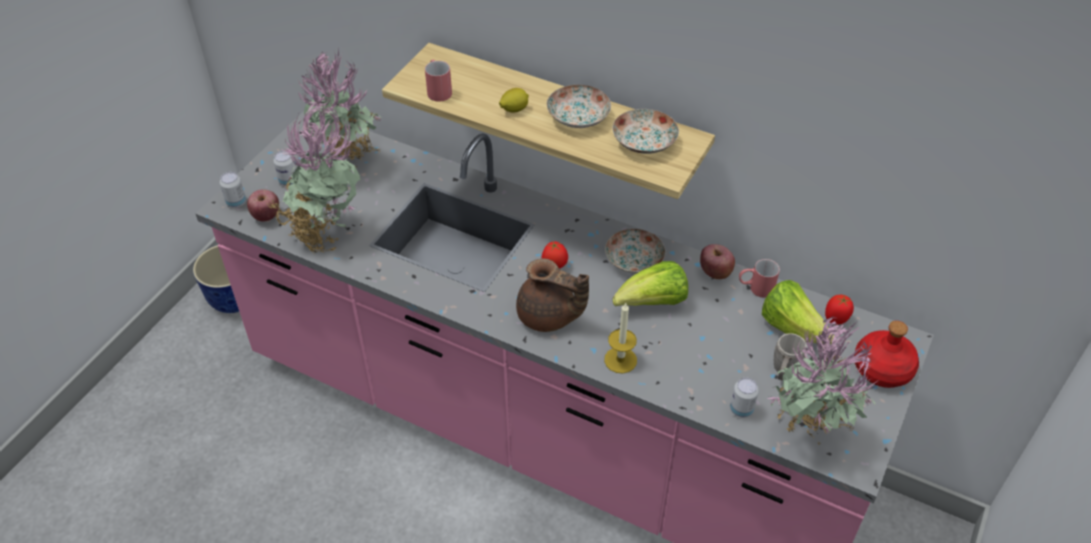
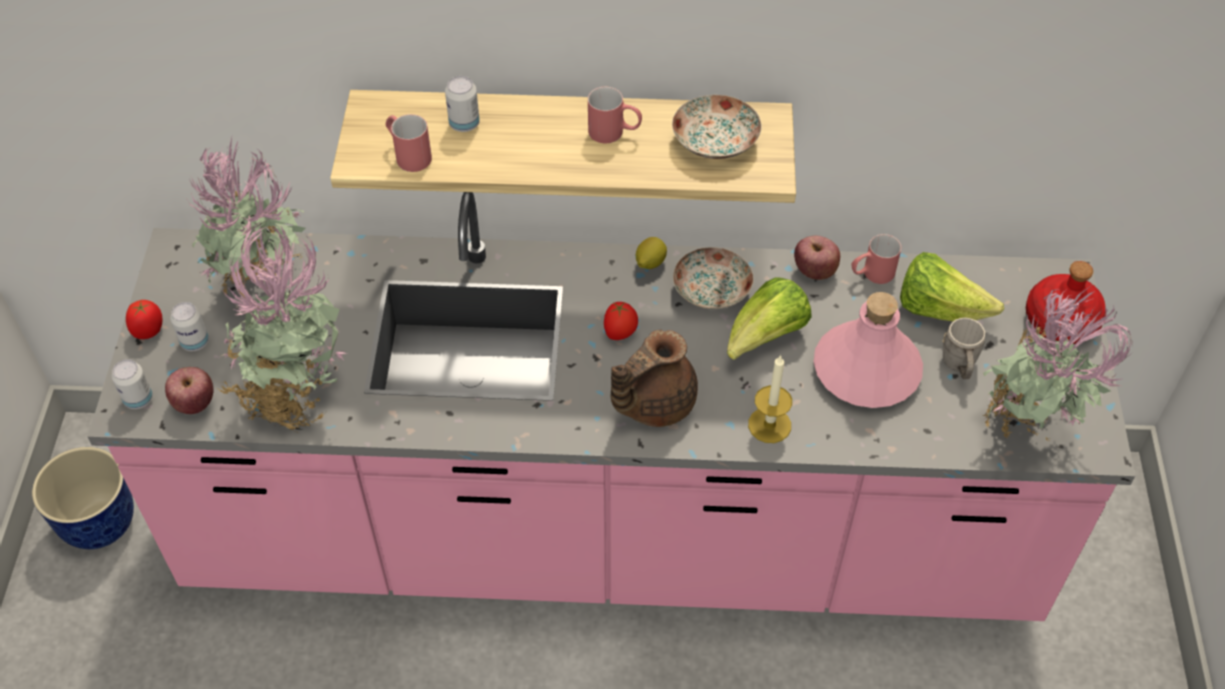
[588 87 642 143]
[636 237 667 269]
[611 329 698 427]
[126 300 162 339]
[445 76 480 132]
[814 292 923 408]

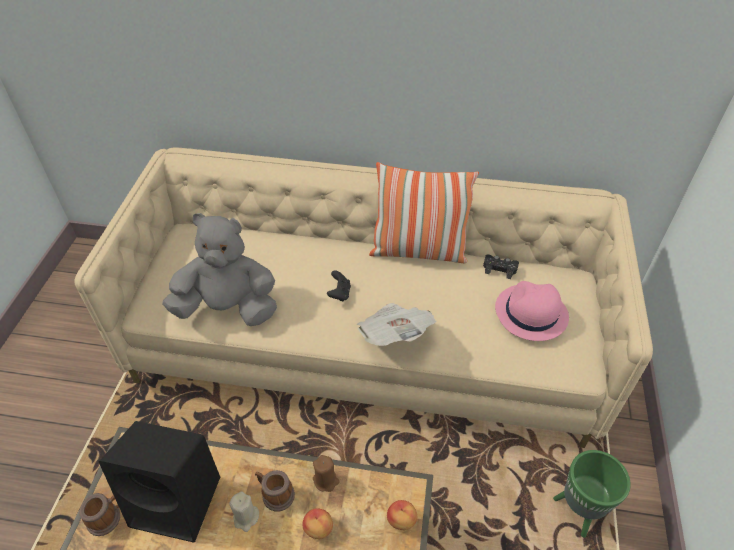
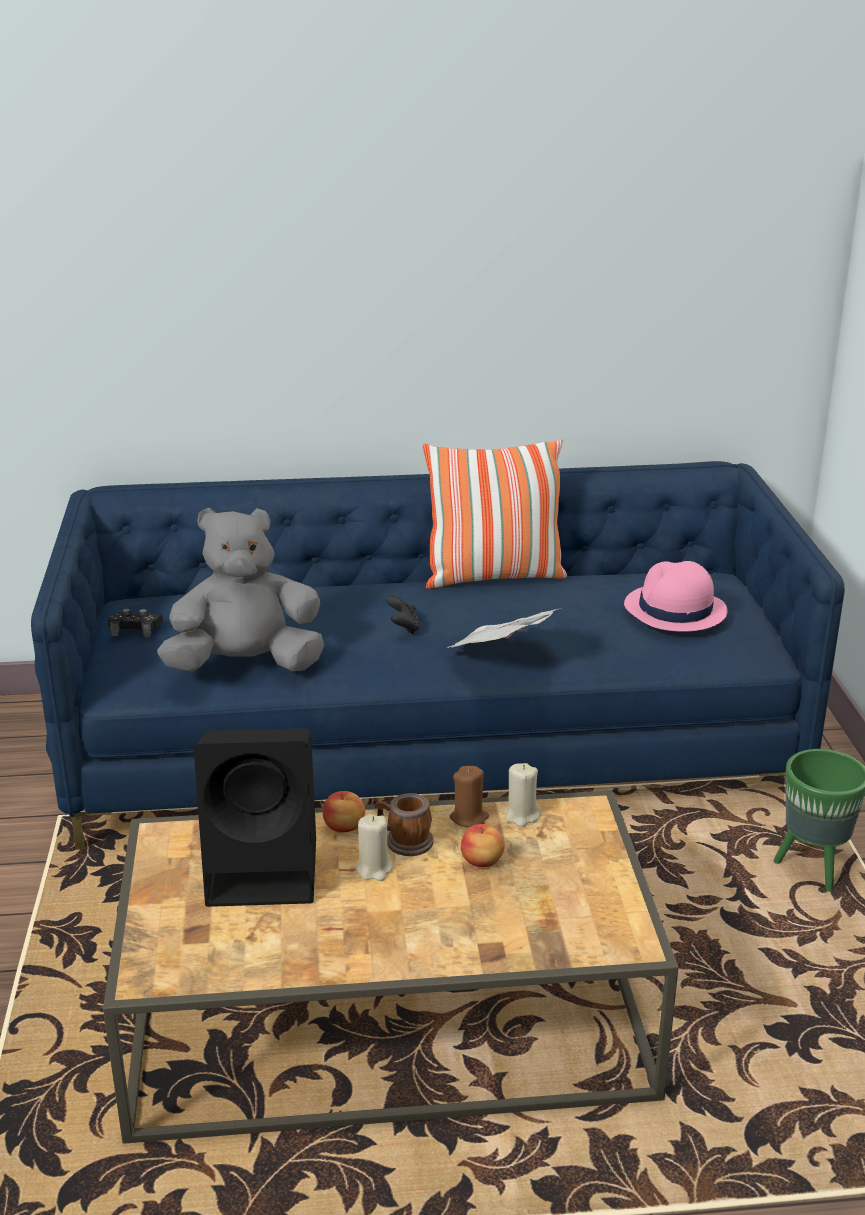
[31 461 845 850]
[108 609 163 637]
[79 493 120 536] (first image)
[323 791 365 832]
[505 763 541 827]

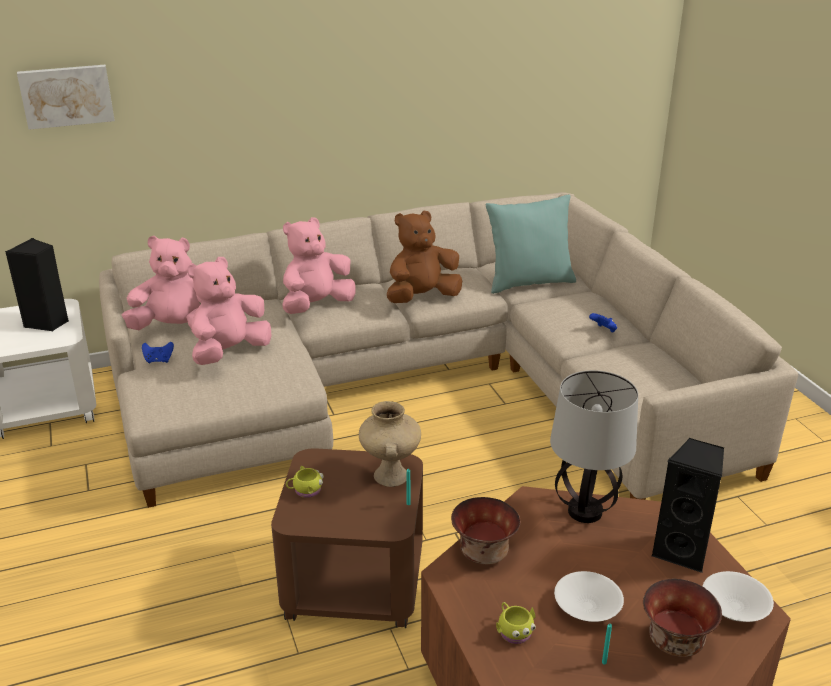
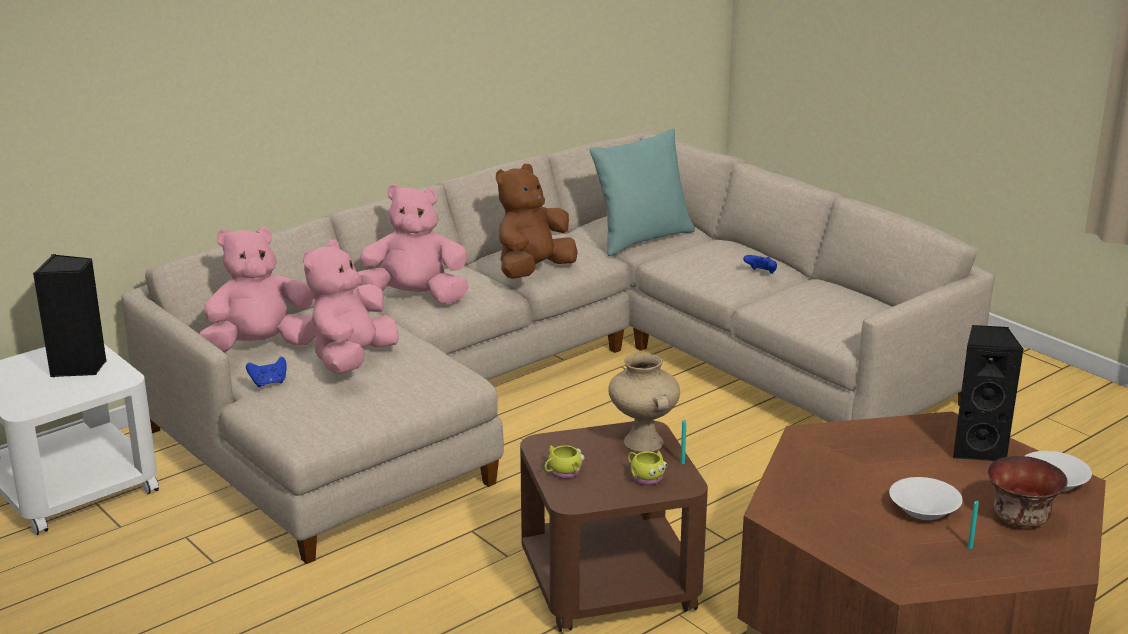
[17 65 115 130] (first image)
[358 184 468 303]
[550 370 638 523] (first image)
[451 497 520 564] (first image)
[628 450 667 485]

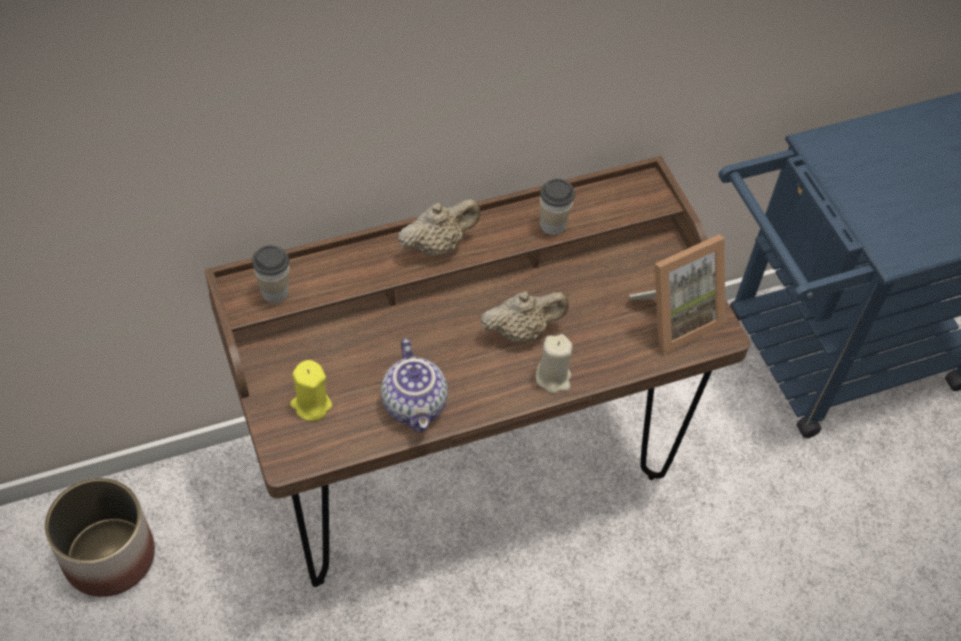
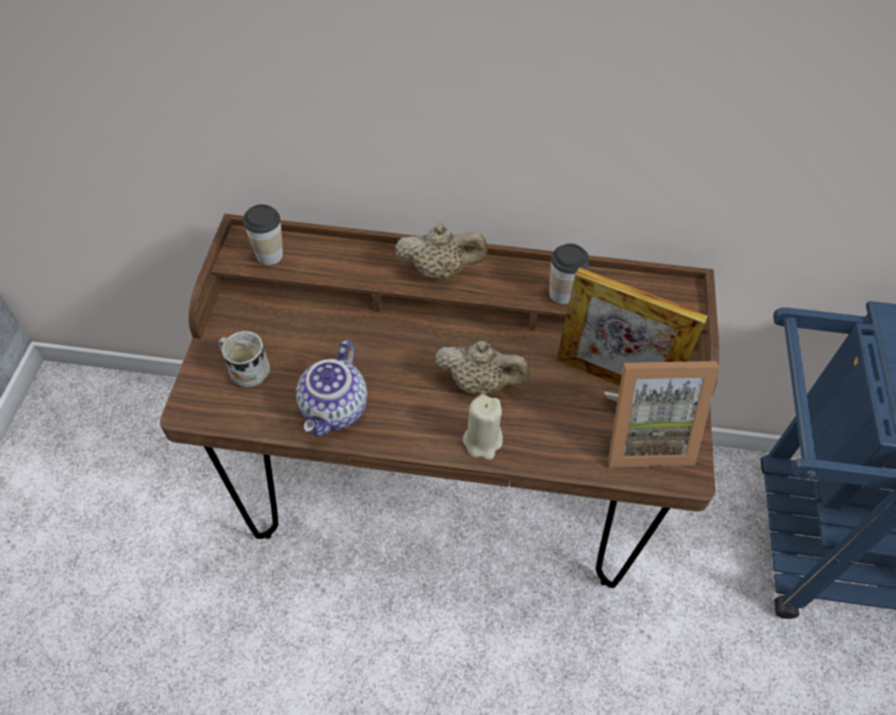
[219 331 270 387]
[45 478 155 597] (first image)
[556 267 708 386]

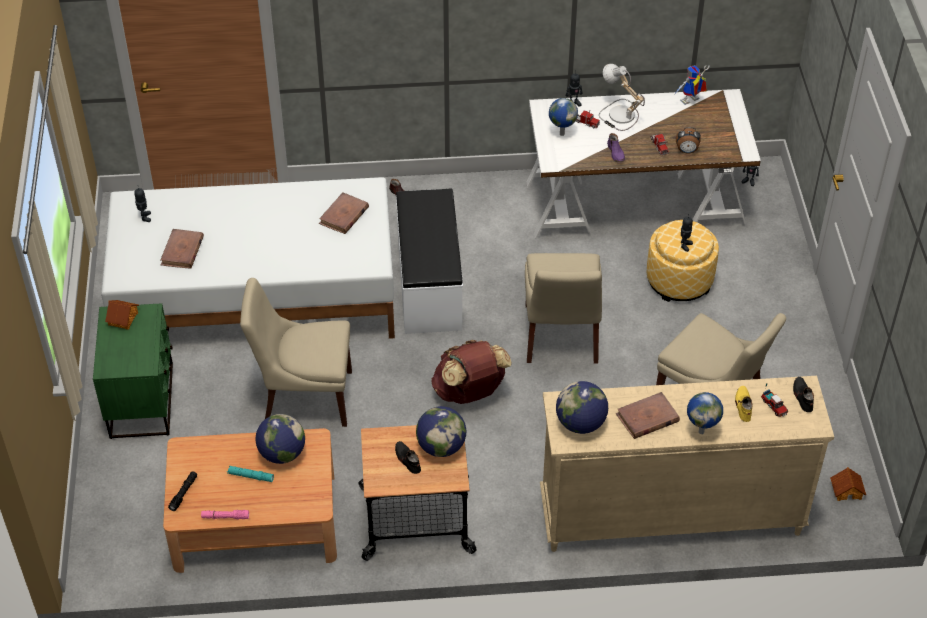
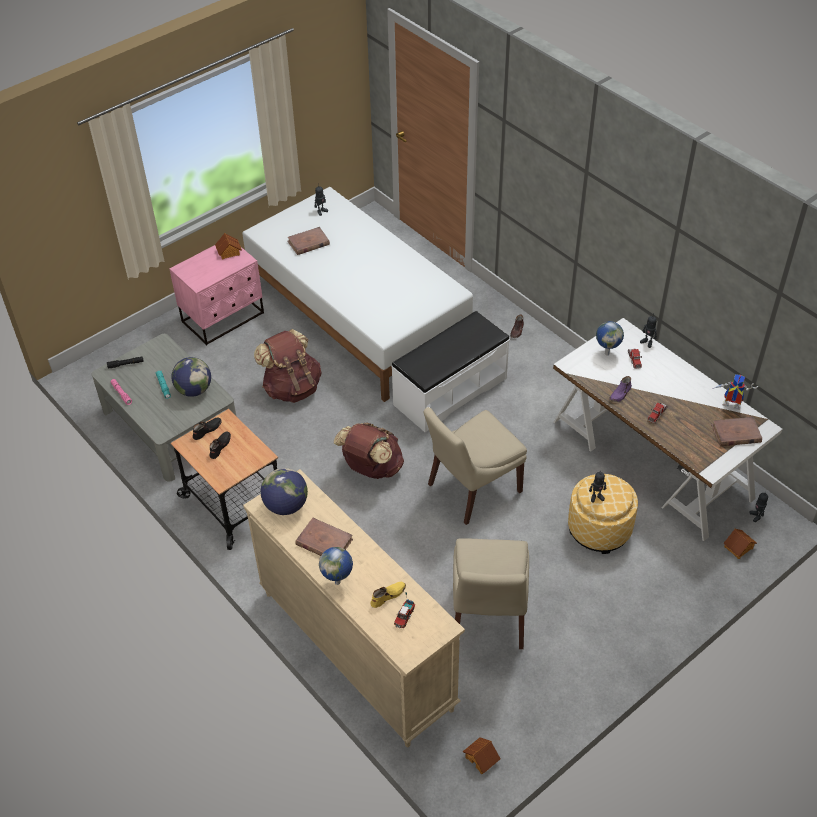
[599 64 645 131] (first image)
[676 127 701 154] (first image)
[711 417 762 447]
[254 329 321 403]
[170 245 264 345]
[193 417 222 440]
[416 406 466 457] (first image)
[92 334 236 482]
[723 529 757 559]

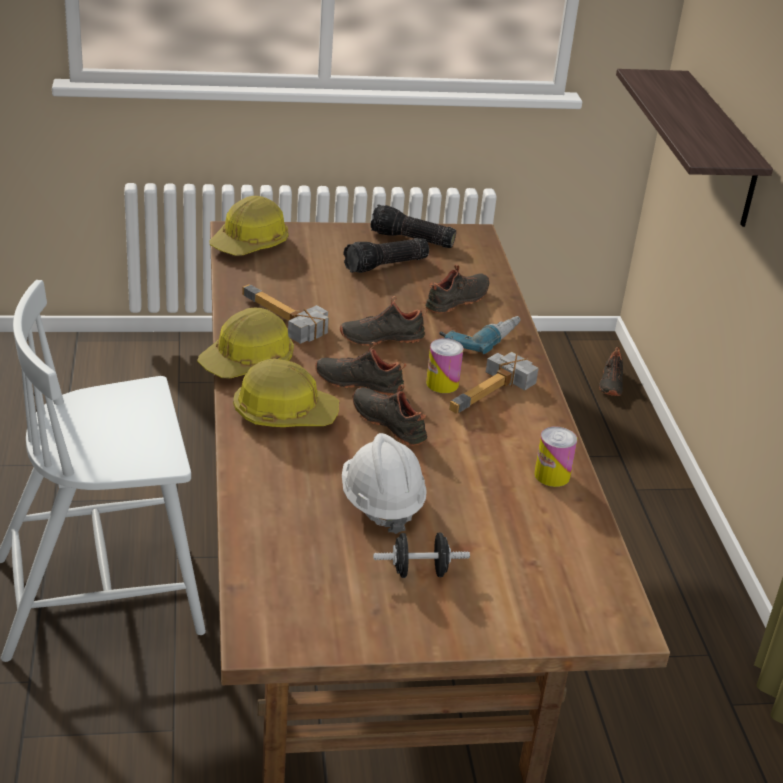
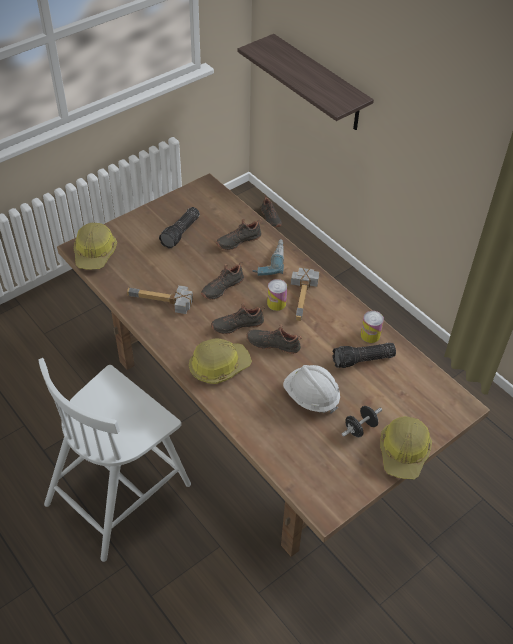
[333 343 396 368]
[216 218 261 250]
[380 416 432 480]

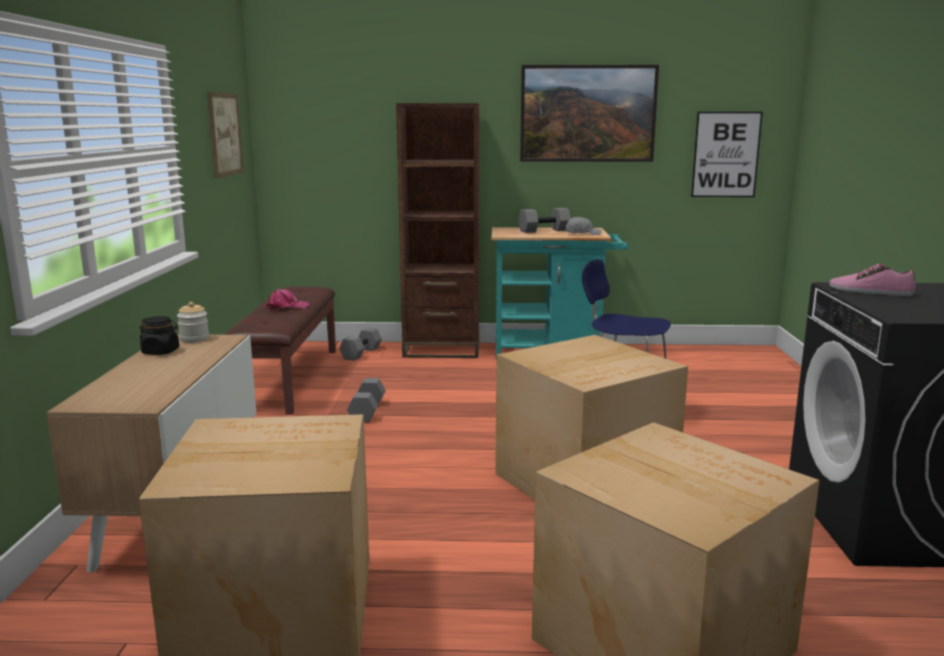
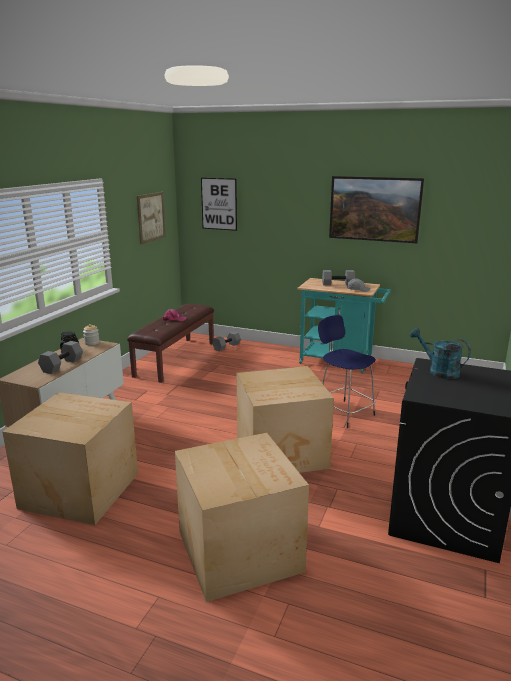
[396 103 480 358] (first image)
[201 178 237 231]
[410 328 471 379]
[38 341 83 374]

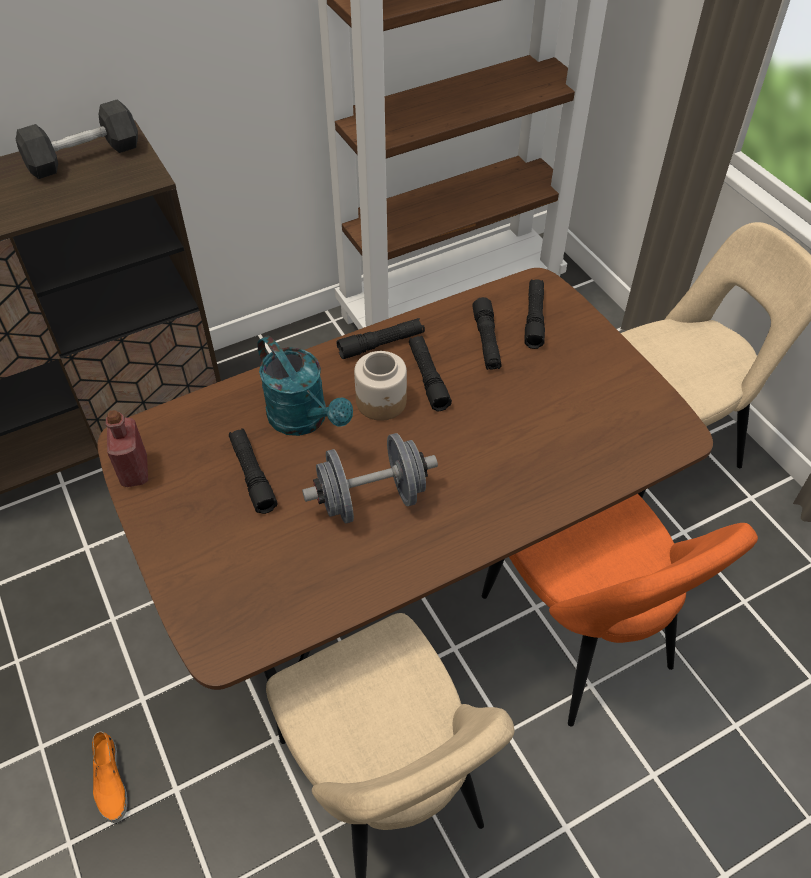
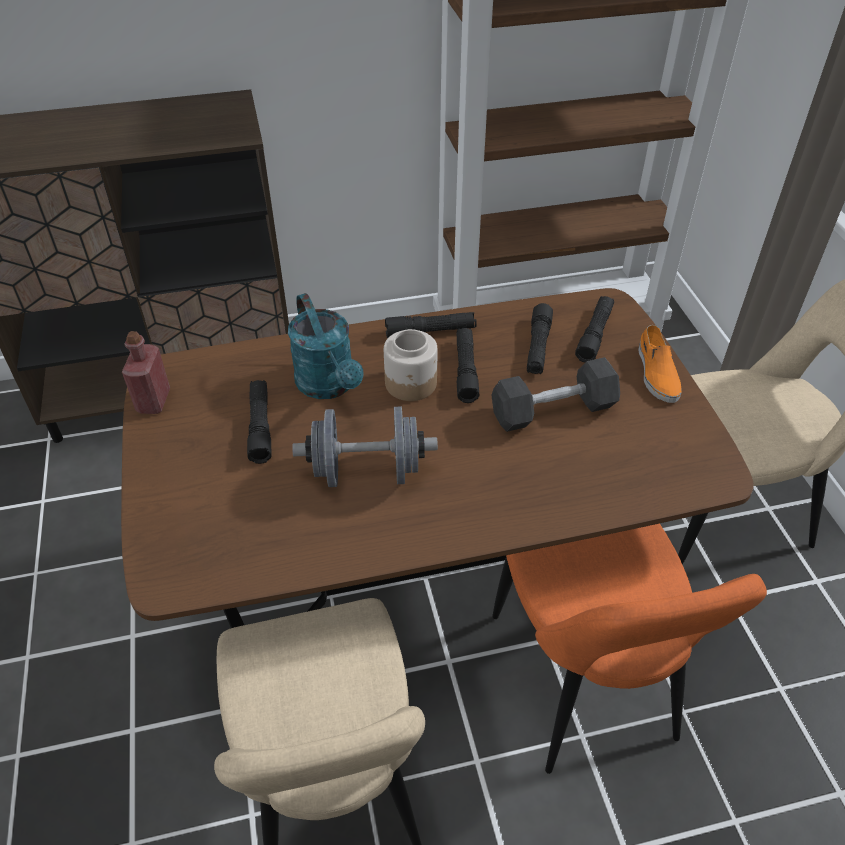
[491 357 620 432]
[638 325 682 403]

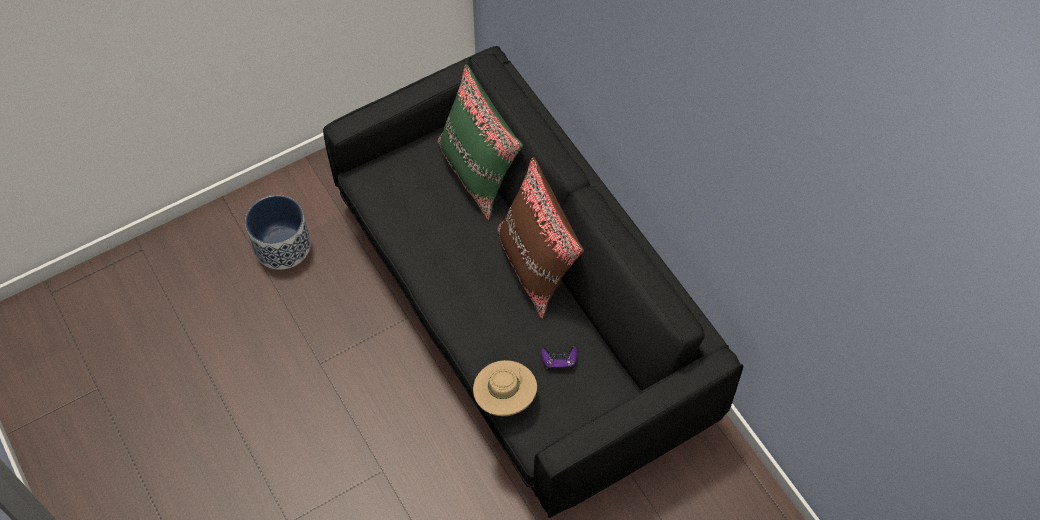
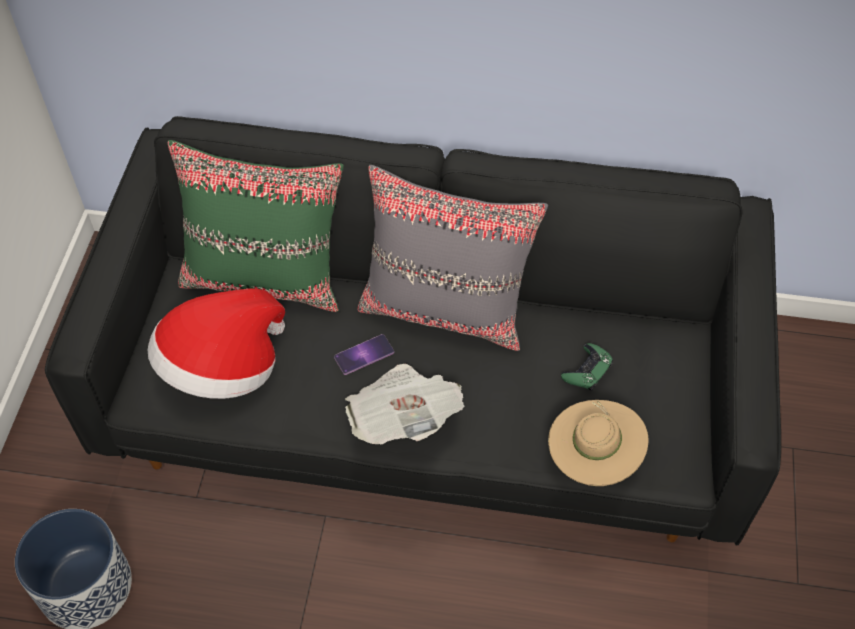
[358 165 548 351]
[561 343 613 391]
[148 288 285 399]
[334 334 394 375]
[345 364 465 445]

